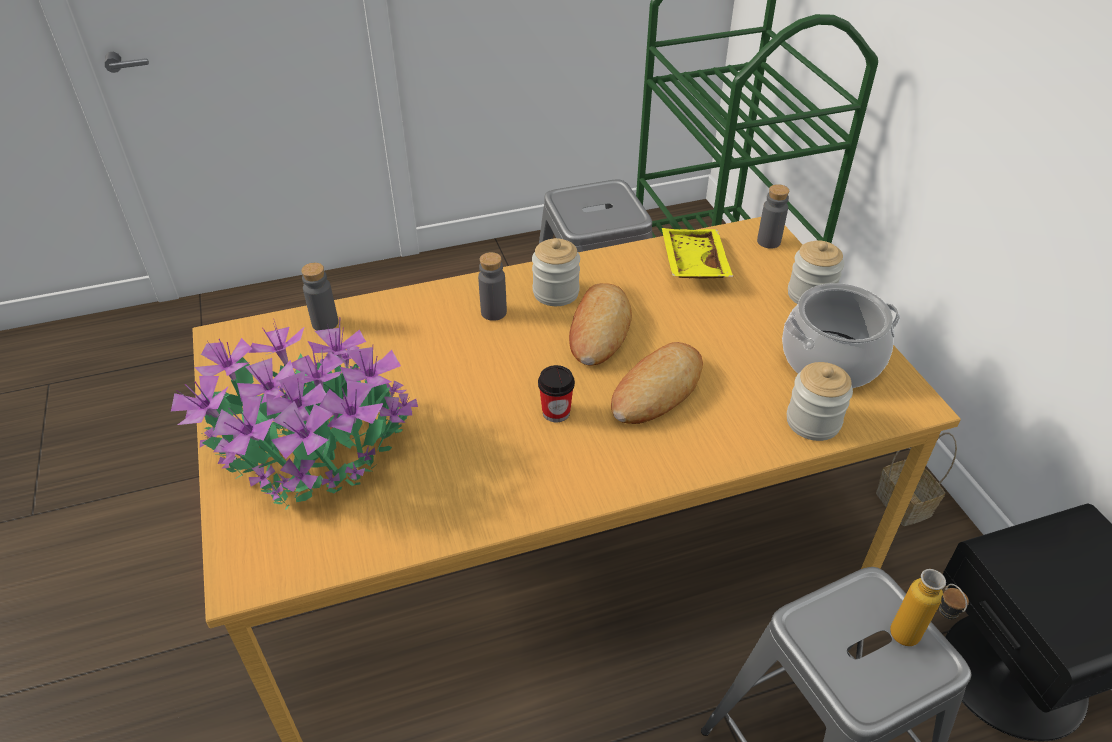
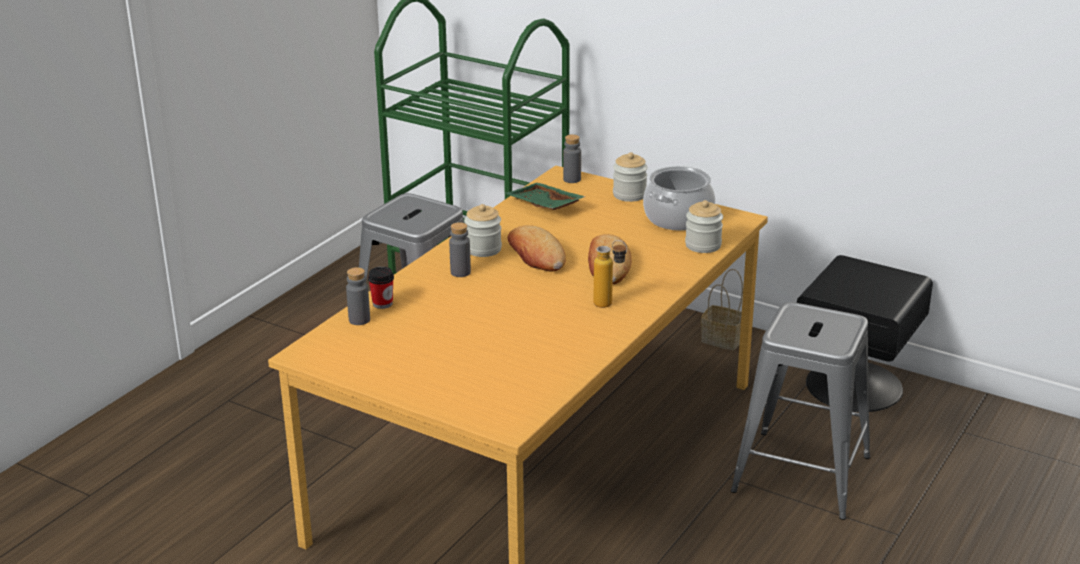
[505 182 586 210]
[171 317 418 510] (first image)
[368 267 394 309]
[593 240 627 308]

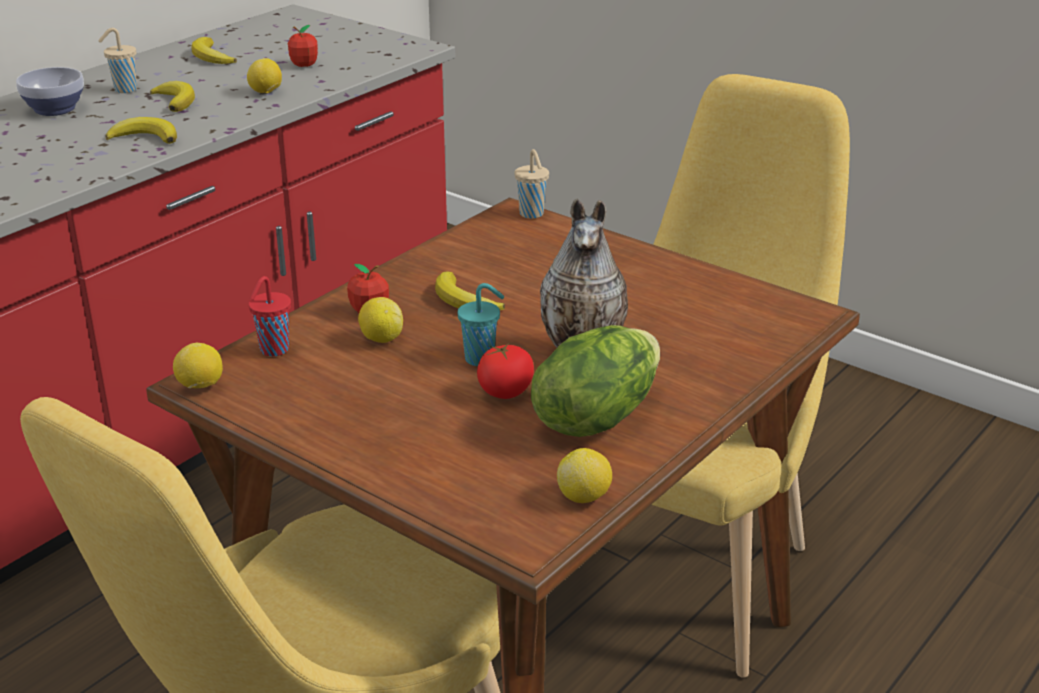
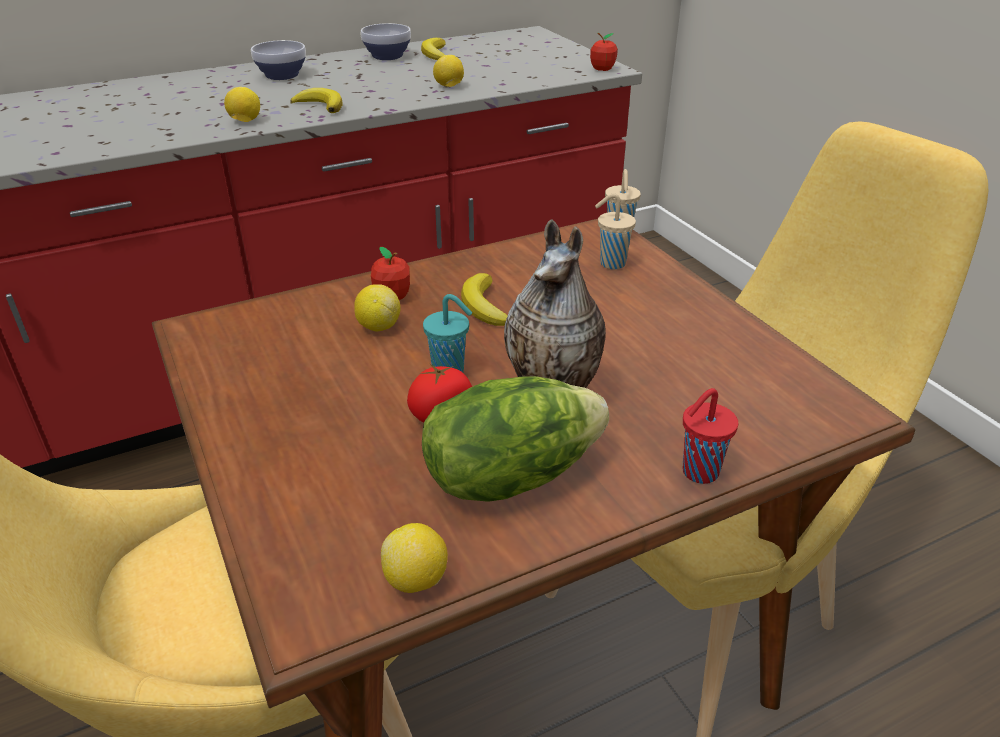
[590 33 618 71]
[595 194 636 269]
[150 81 195 112] (first image)
[683 388 738 484]
[224 87 260 122]
[361 23 411 60]

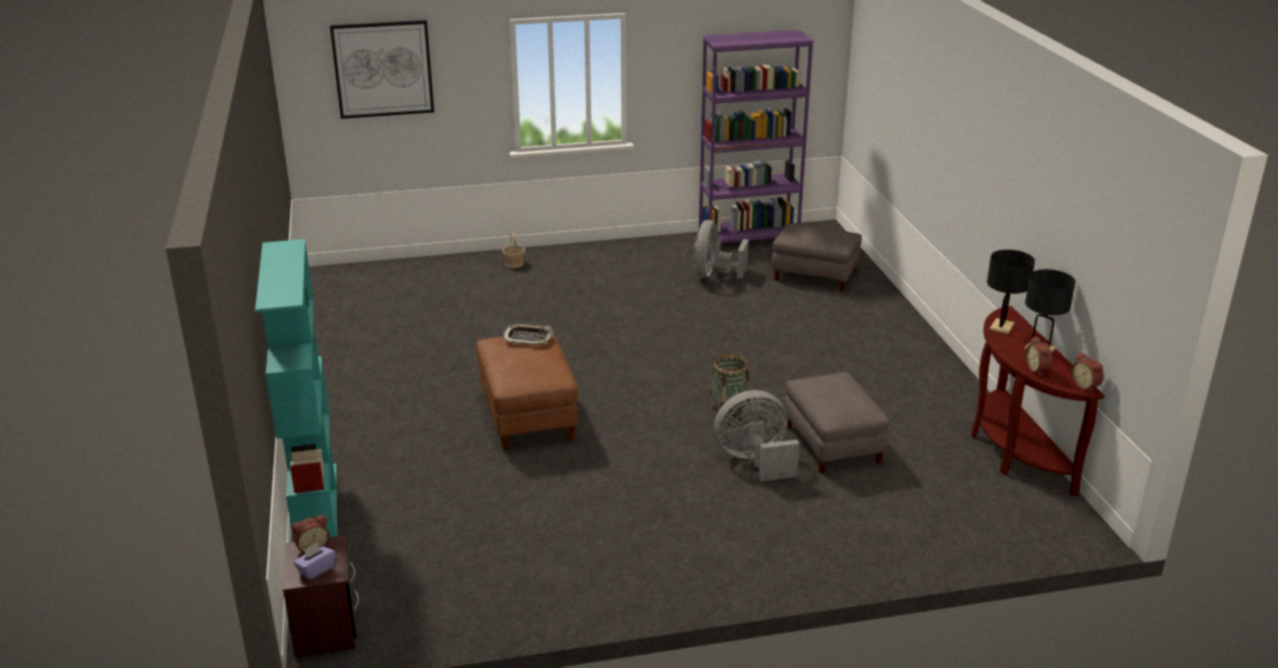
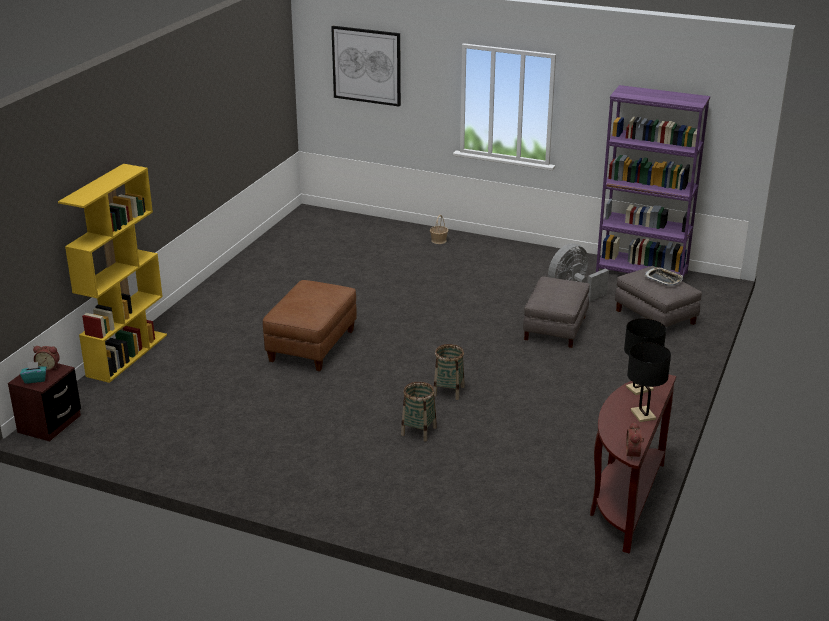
[58 164 167 383]
[645 267 683 286]
[1026 336 1052 376] (first image)
[523 276 589 348]
[401 382 437 441]
[20 362 47 384]

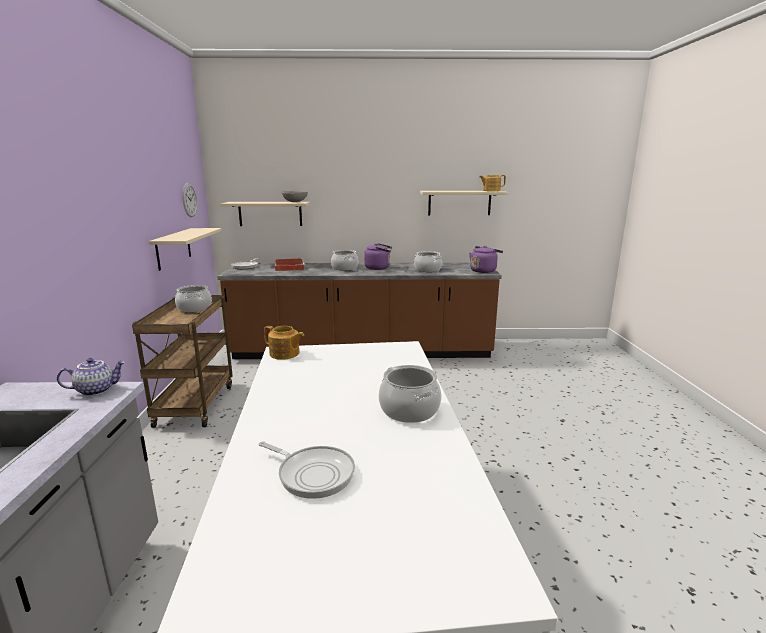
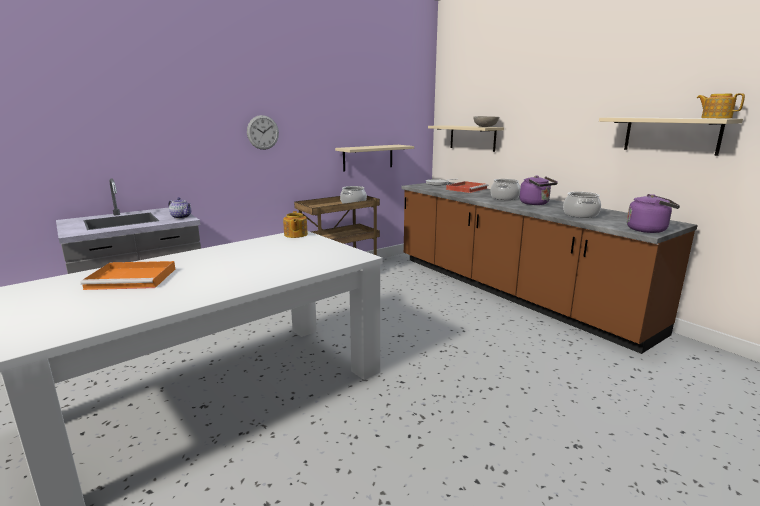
[247 115 279 150]
[379 365 441 423] (first image)
[81 261 175 290]

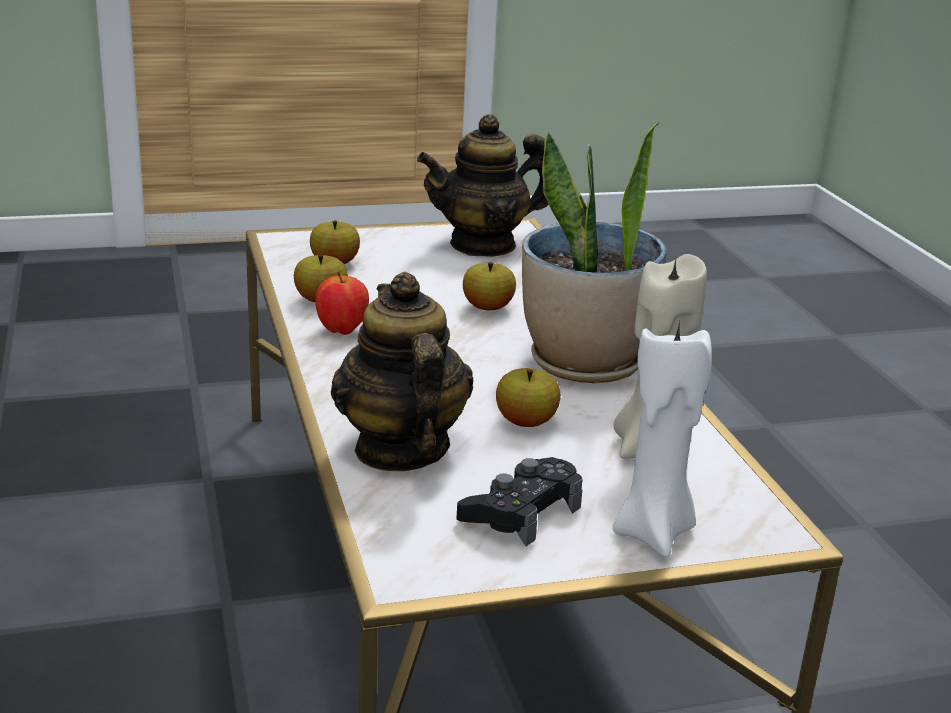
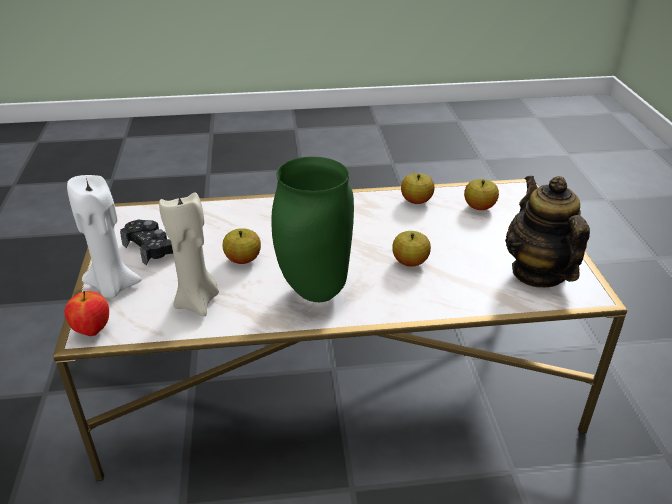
[271 157 354 302]
[64 291 109 336]
[331 272 473 471] (first image)

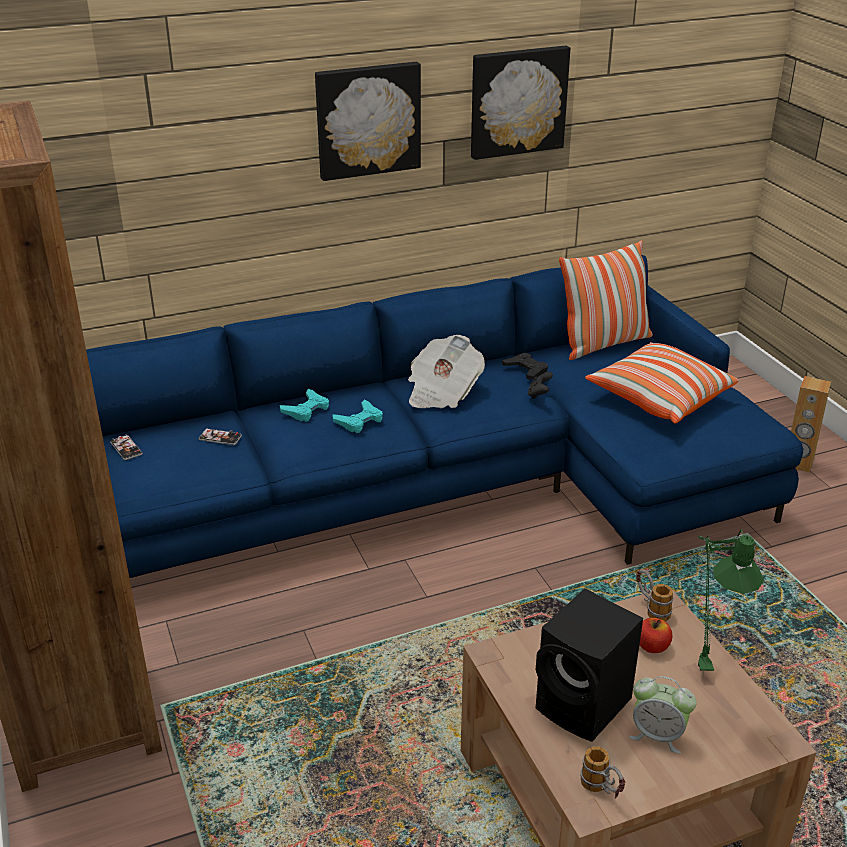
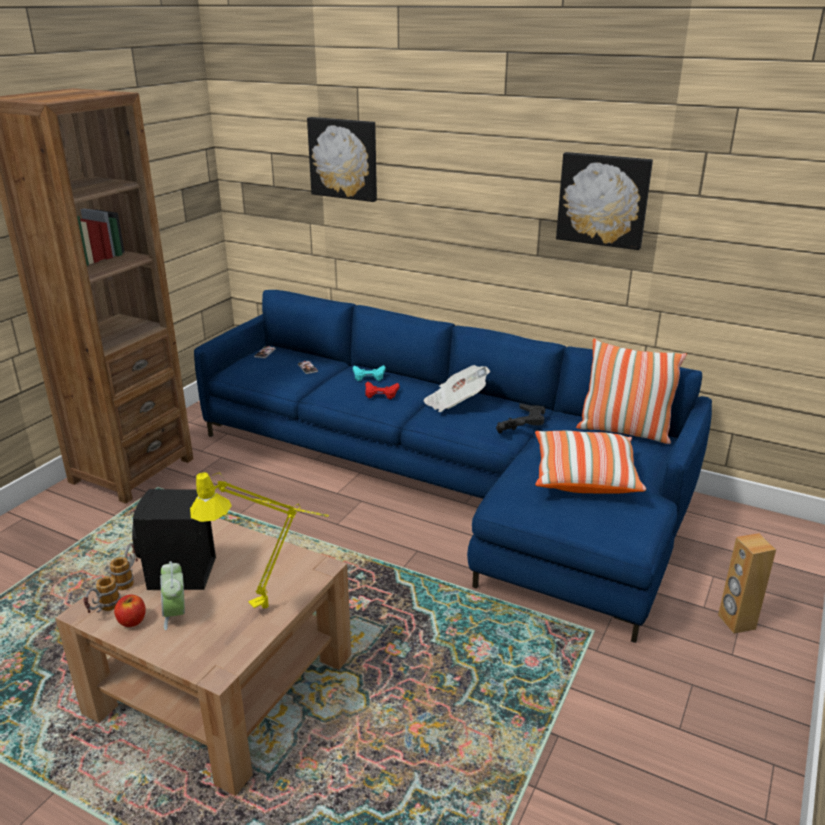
[307 117 377 202]
[365 381 400 399]
[190 472 329 609]
[110 543 138 591]
[114 594 146 627]

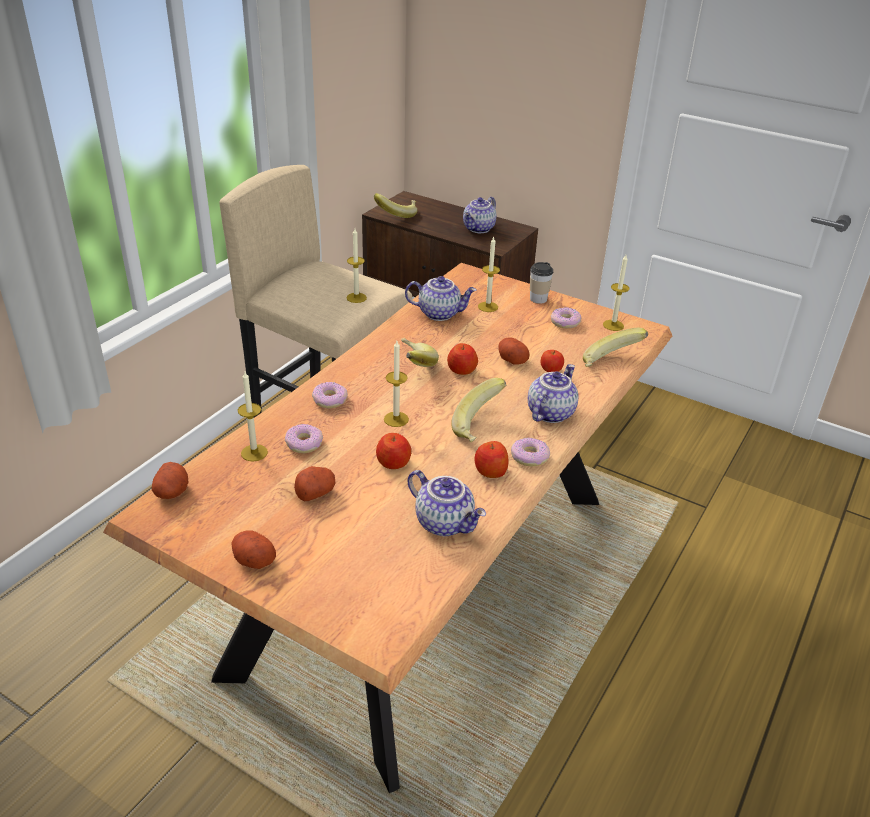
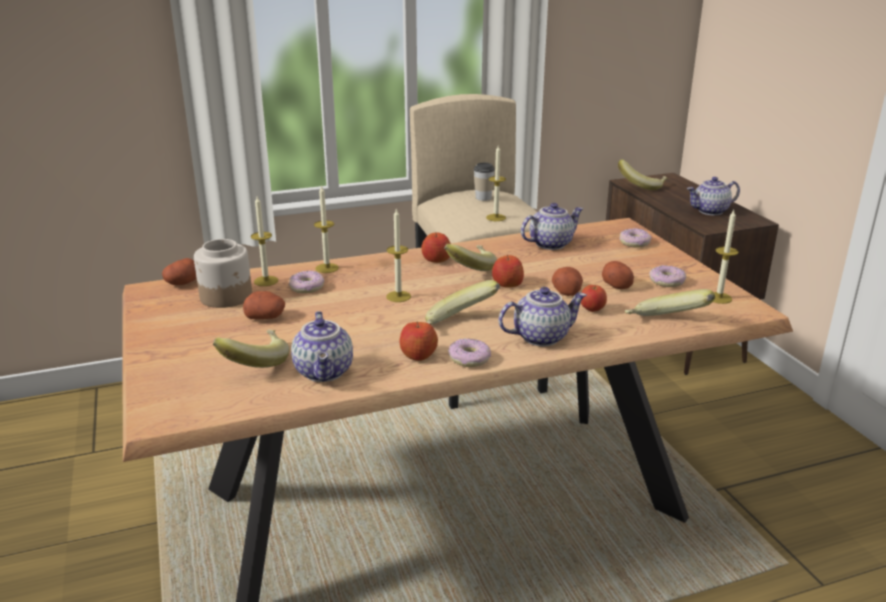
[314 185 339 273]
[473 163 495 201]
[521 203 583 250]
[620 228 651 248]
[421 232 451 263]
[602 261 634 289]
[194 239 252 308]
[213 330 290 368]

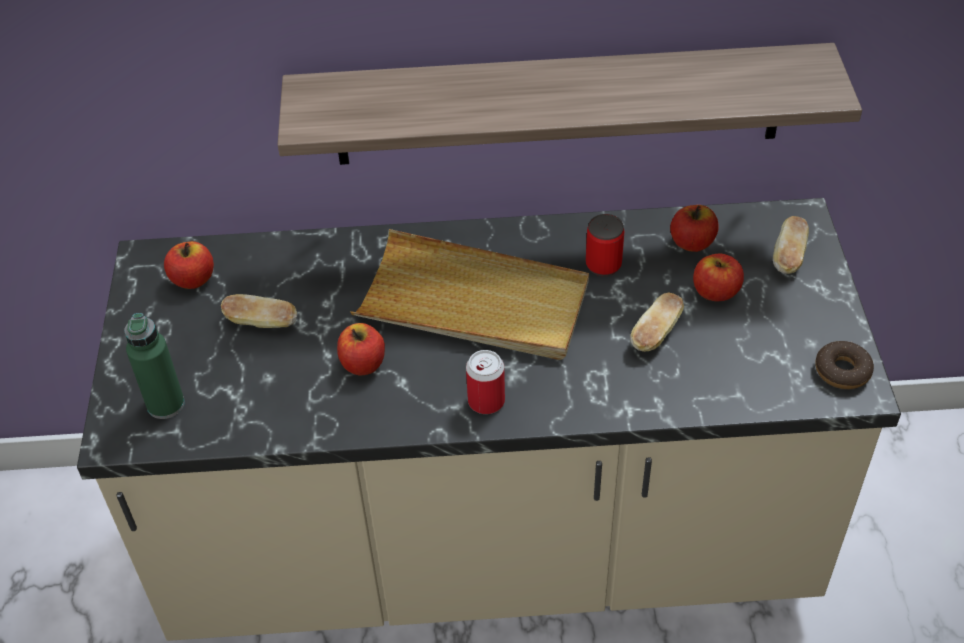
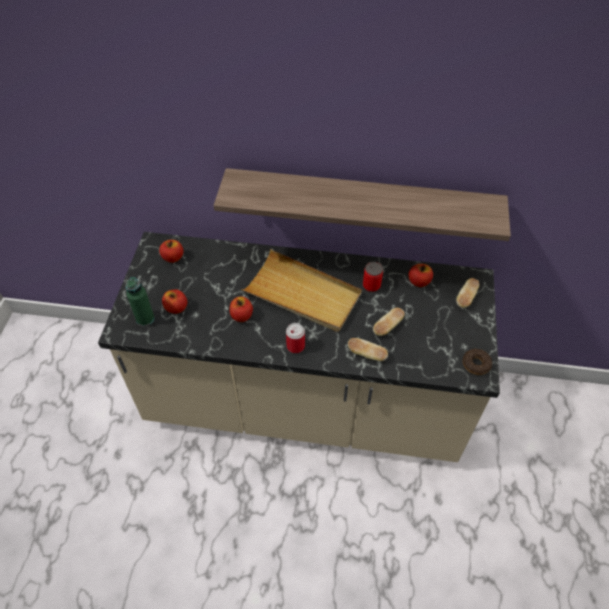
[162 290 187 314]
[348 338 388 361]

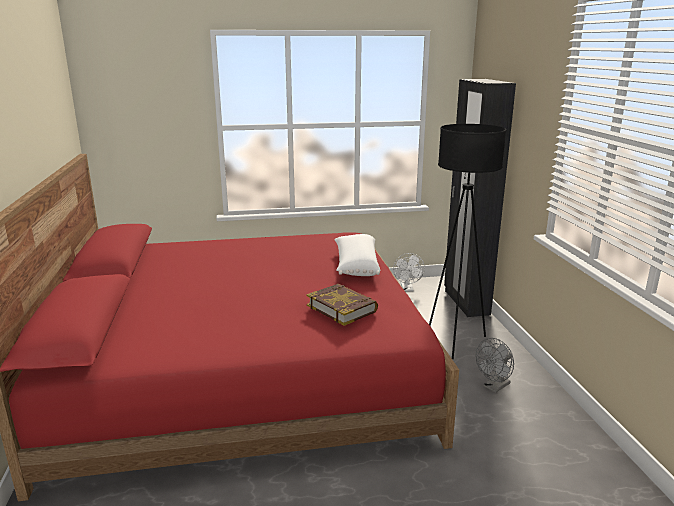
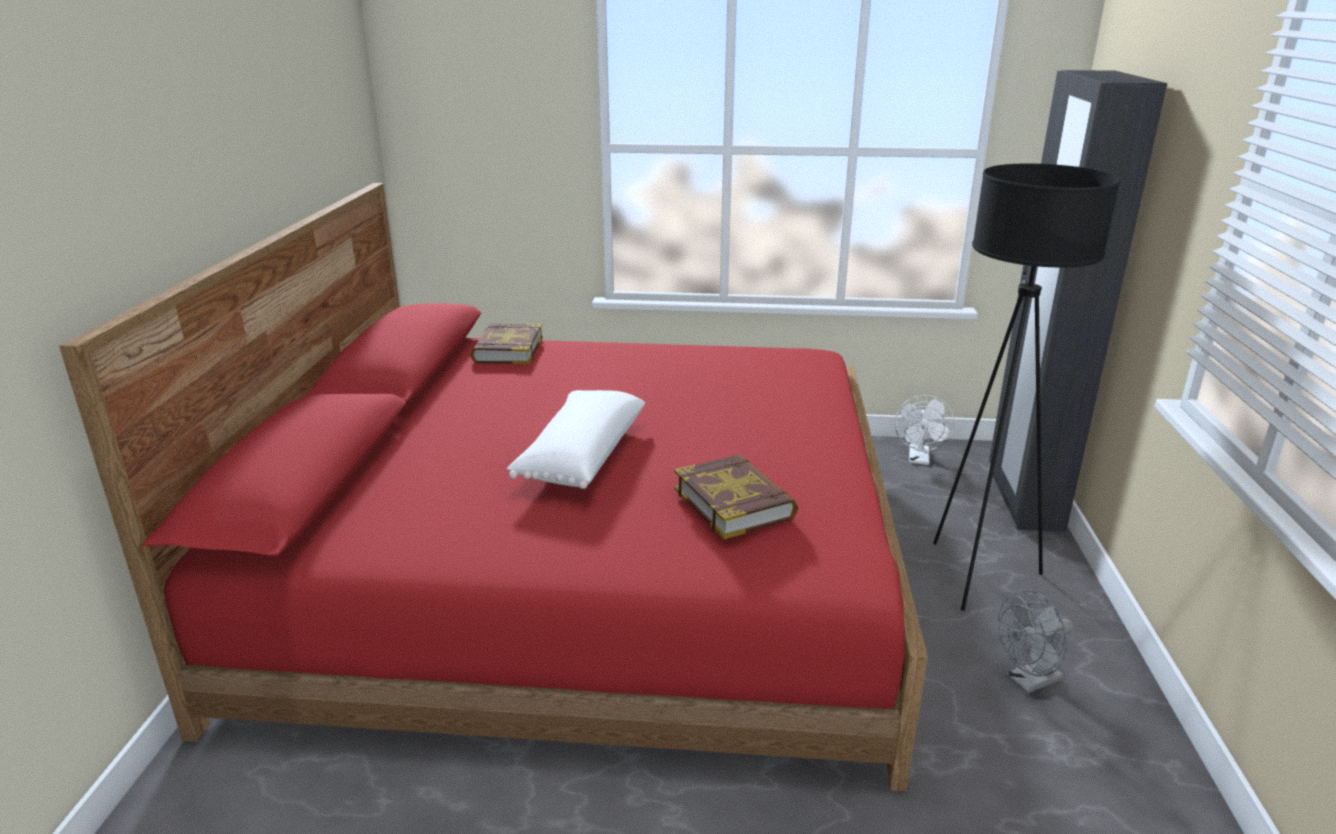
[506 390 645 489]
[470 323 543 364]

